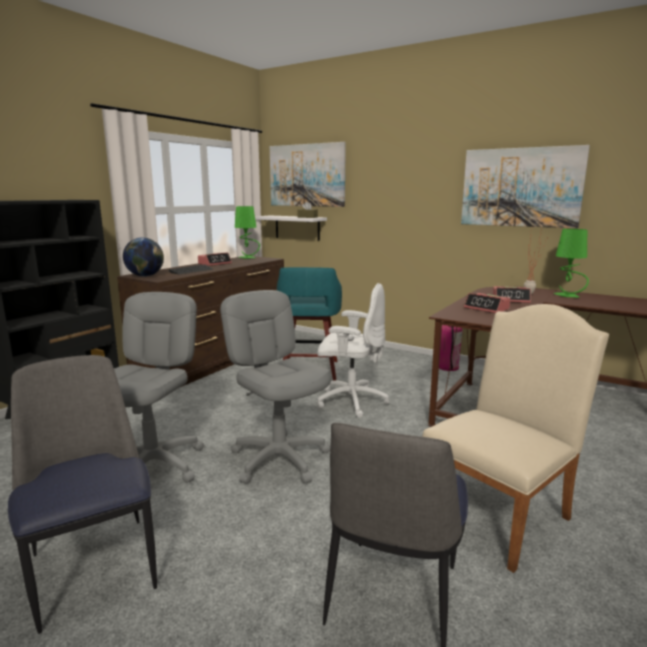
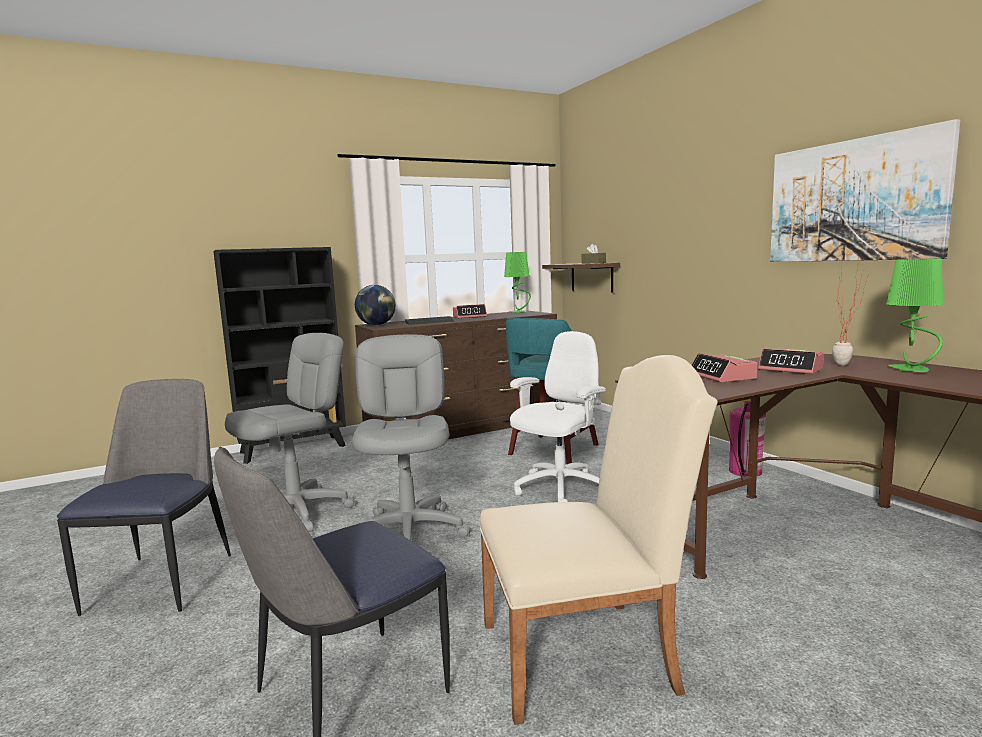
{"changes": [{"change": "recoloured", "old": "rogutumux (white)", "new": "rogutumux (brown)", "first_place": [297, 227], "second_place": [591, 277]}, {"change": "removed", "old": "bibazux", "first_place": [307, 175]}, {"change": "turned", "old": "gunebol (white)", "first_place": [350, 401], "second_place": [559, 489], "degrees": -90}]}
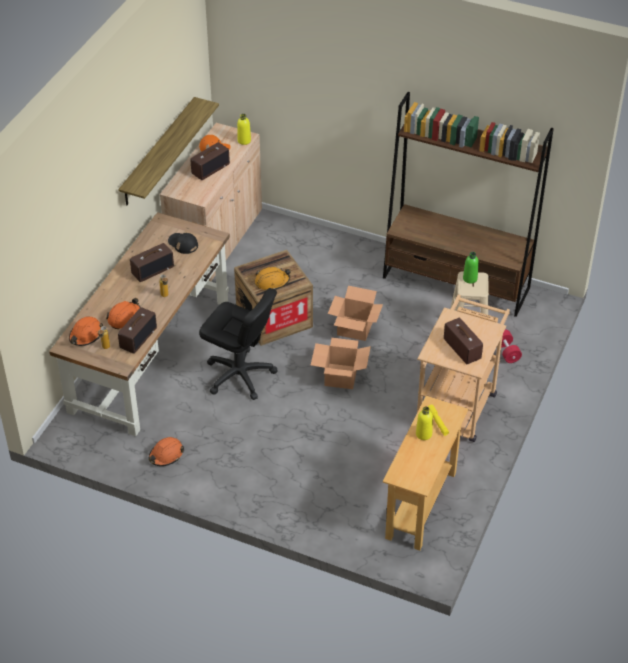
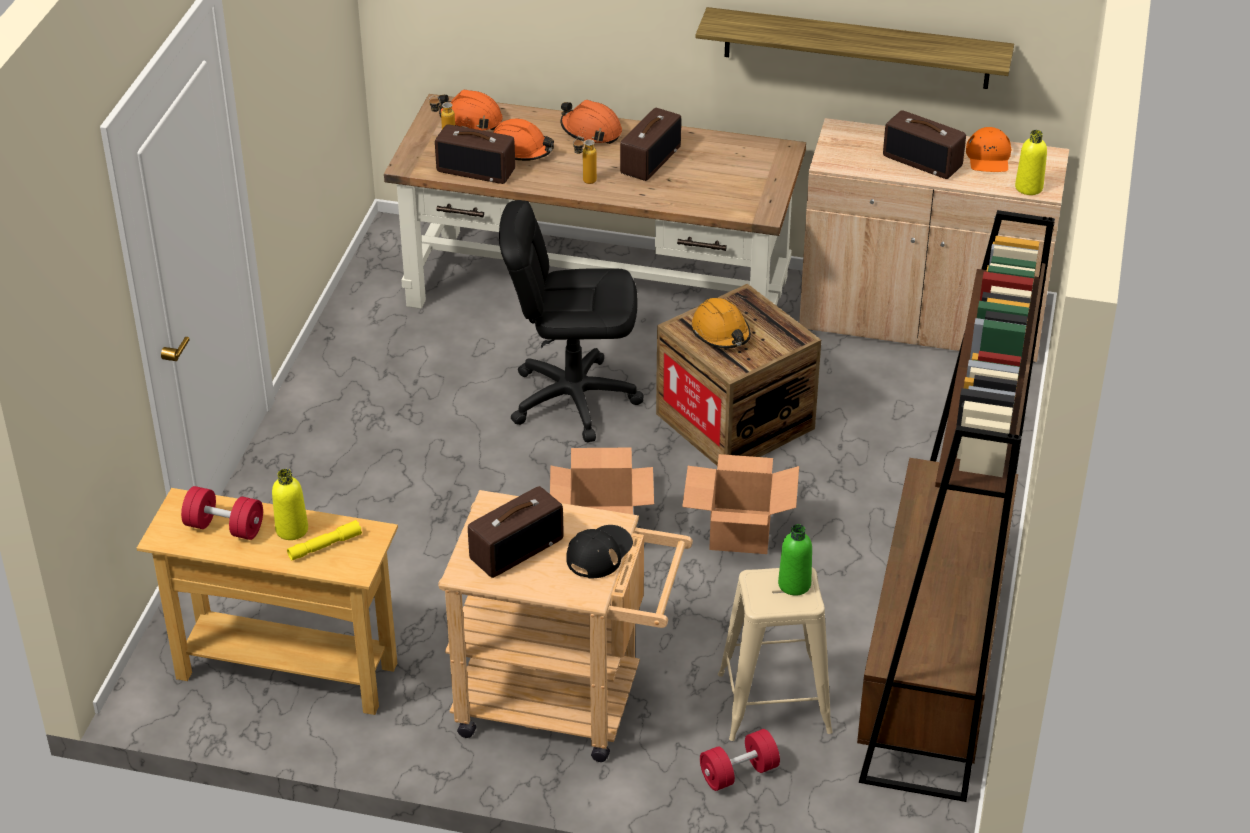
{"changes": [{"change": "turned", "old": "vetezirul", "first_place": [152, 270], "second_place": [650, 159], "degrees": -105}, {"change": "moved", "old": "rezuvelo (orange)", "first_place": [166, 455], "second_place": [591, 131]}, {"change": "moved", "old": "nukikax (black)", "first_place": [183, 244], "second_place": [599, 553]}, {"change": "turned", "old": "gunebol (black)", "first_place": [239, 375], "second_place": [573, 399], "degrees": 75}, {"change": "added", "new": "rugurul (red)", "second_place": [224, 527]}]}
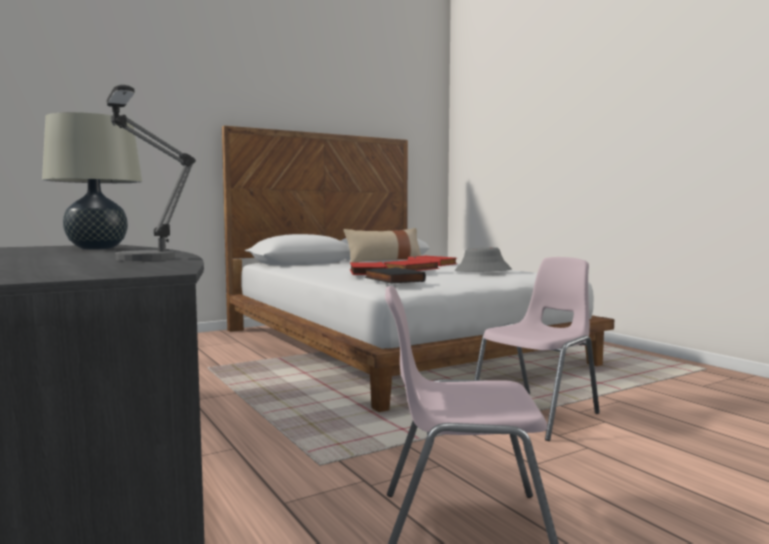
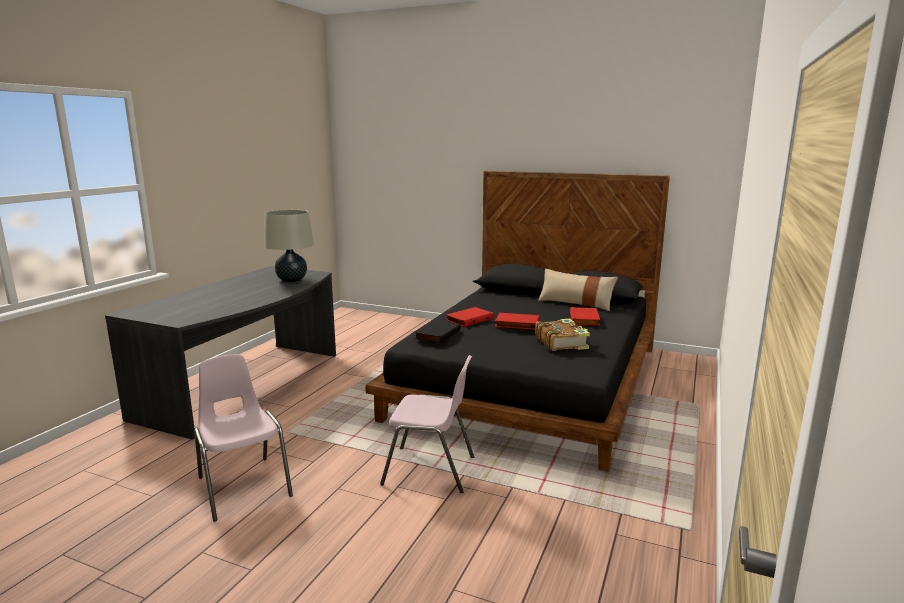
{"changes": [{"change": "removed", "old": "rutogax", "first_place": [144, 260]}, {"change": "recoloured", "old": "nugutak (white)", "new": "nugutak (black)", "first_place": [395, 345], "second_place": [531, 381]}, {"change": "replaced", "old": "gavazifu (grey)", "new": "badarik", "first_place": [482, 271], "second_place": [561, 342]}]}
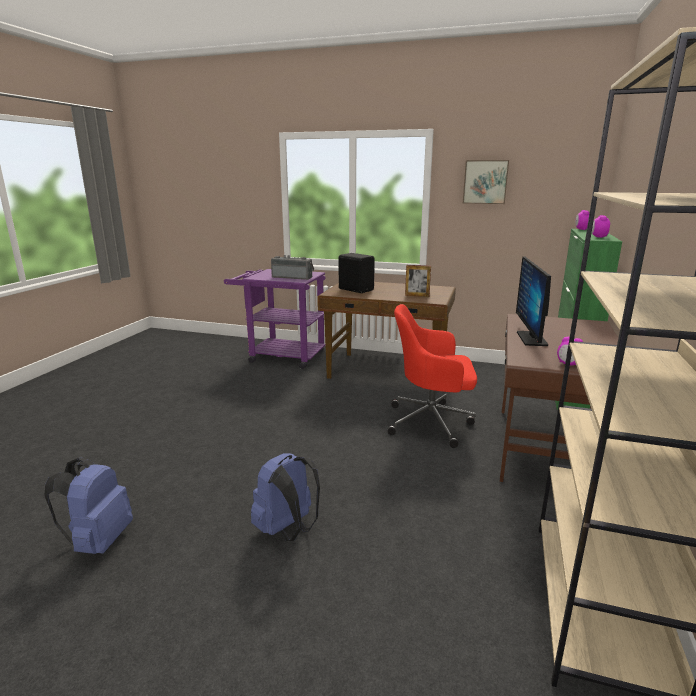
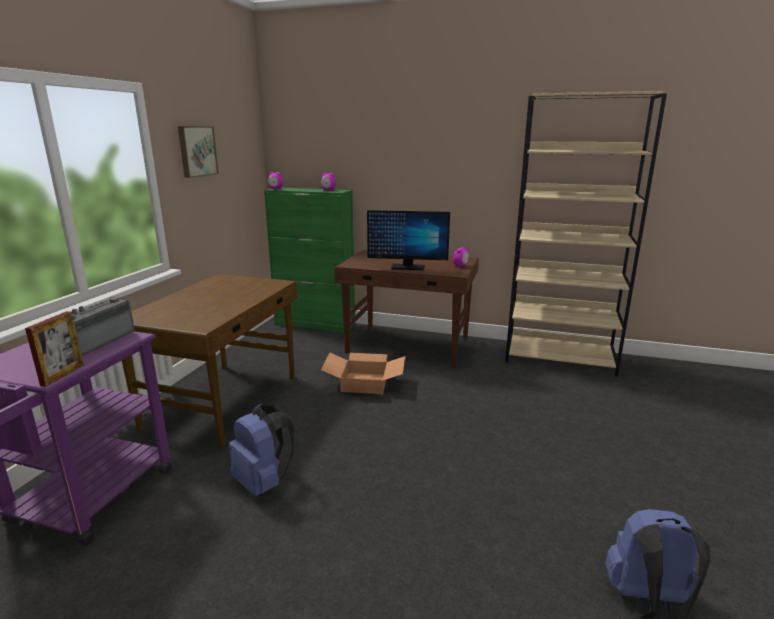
{"changes": [{"change": "moved", "old": "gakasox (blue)", "first_place": [288, 529], "second_place": [263, 482]}, {"change": "removed", "old": "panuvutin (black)", "first_place": [356, 289]}, {"change": "replaced", "old": "gunebol (red)", "new": "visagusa", "first_place": [431, 422], "second_place": [363, 383]}, {"change": "moved", "old": "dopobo", "first_place": [417, 295], "second_place": [62, 375]}]}
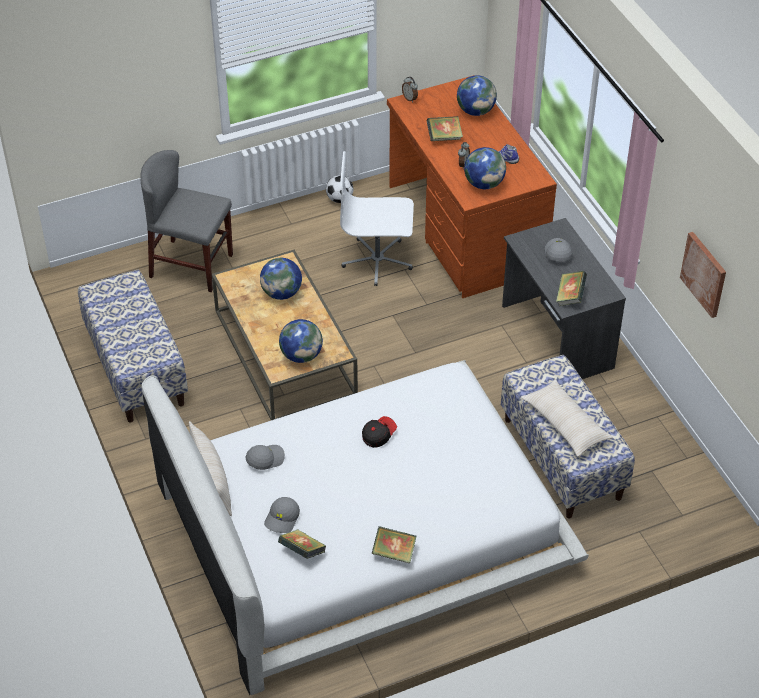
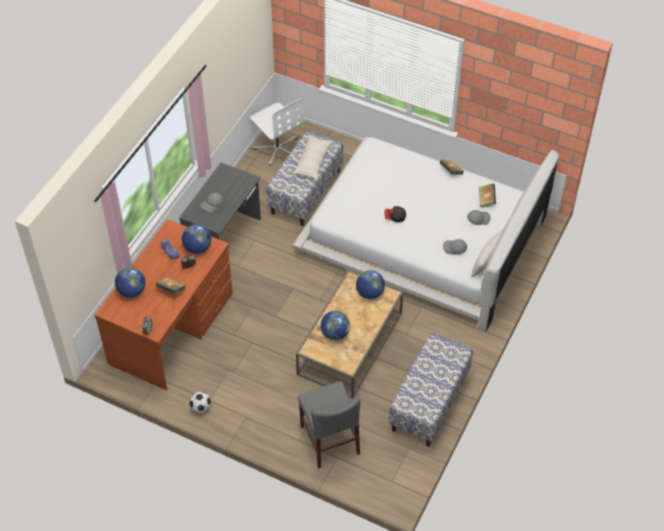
{"changes": [{"change": "moved", "old": "gunebol (white)", "first_place": [377, 261], "second_place": [277, 149]}, {"change": "removed", "old": "badarik", "first_place": [570, 296]}, {"change": "removed", "old": "bibazux", "first_place": [704, 274]}]}
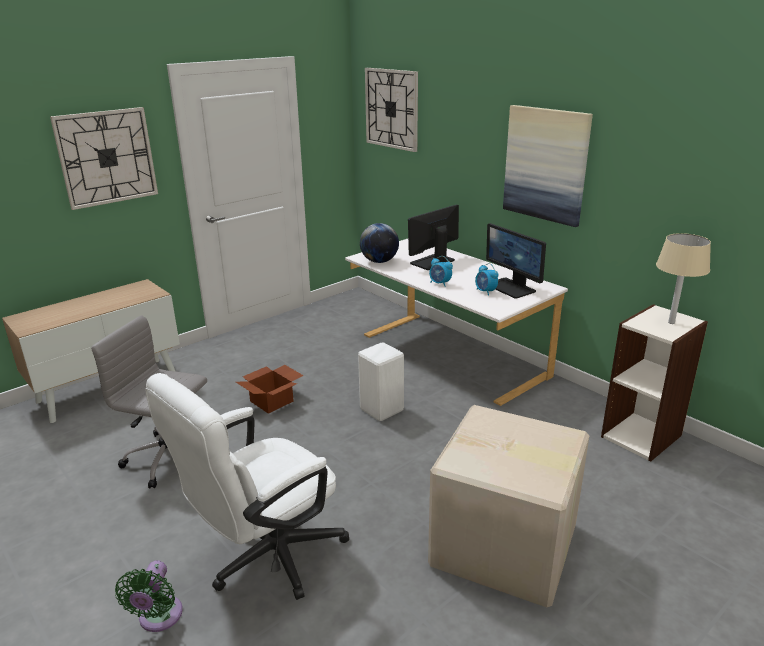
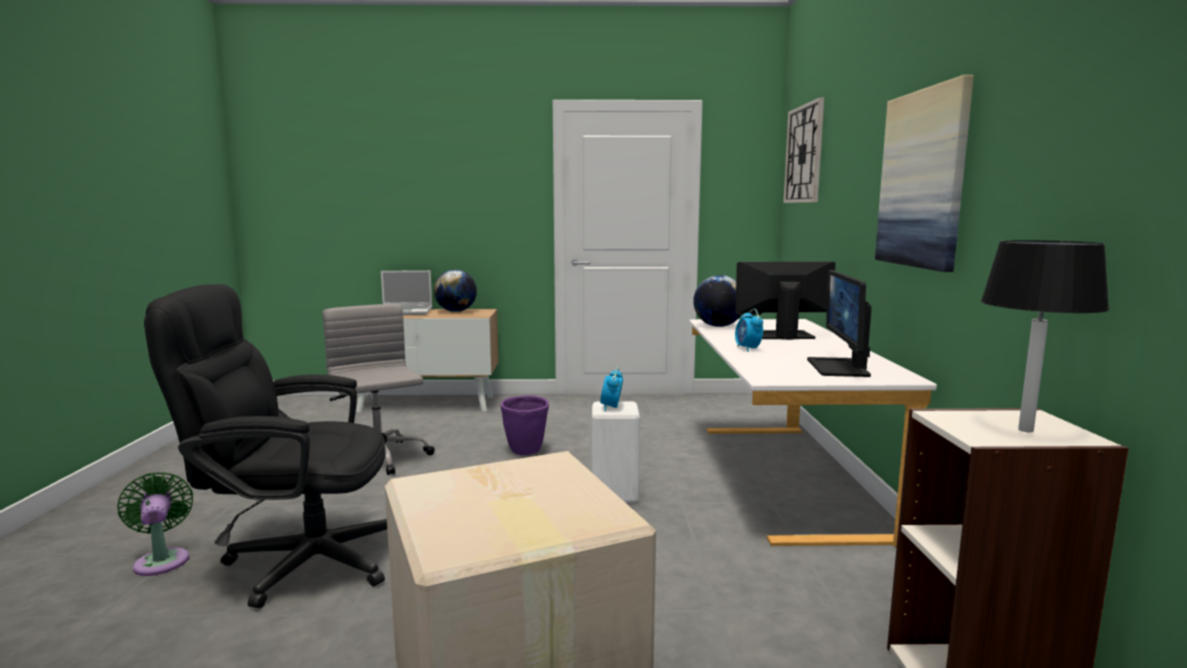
{"changes": [{"change": "removed", "old": "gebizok", "first_place": [107, 157]}, {"change": "turned", "old": "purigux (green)", "first_place": [158, 618], "second_place": [162, 560], "degrees": 105}, {"change": "recoloured", "old": "gunebol (white)", "new": "gunebol (black)", "first_place": [265, 557], "second_place": [298, 560]}, {"change": "replaced", "old": "visagusa", "new": "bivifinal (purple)", "first_place": [273, 401], "second_place": [525, 451]}, {"change": "moved", "old": "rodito", "first_place": [485, 292], "second_place": [611, 407]}, {"change": "recoloured", "old": "rutogax (beige)", "new": "rutogax (black)", "first_place": [671, 322], "second_place": [1025, 430]}, {"change": "added", "new": "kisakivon", "second_place": [405, 312]}, {"change": "added", "new": "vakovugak", "second_place": [456, 311]}]}
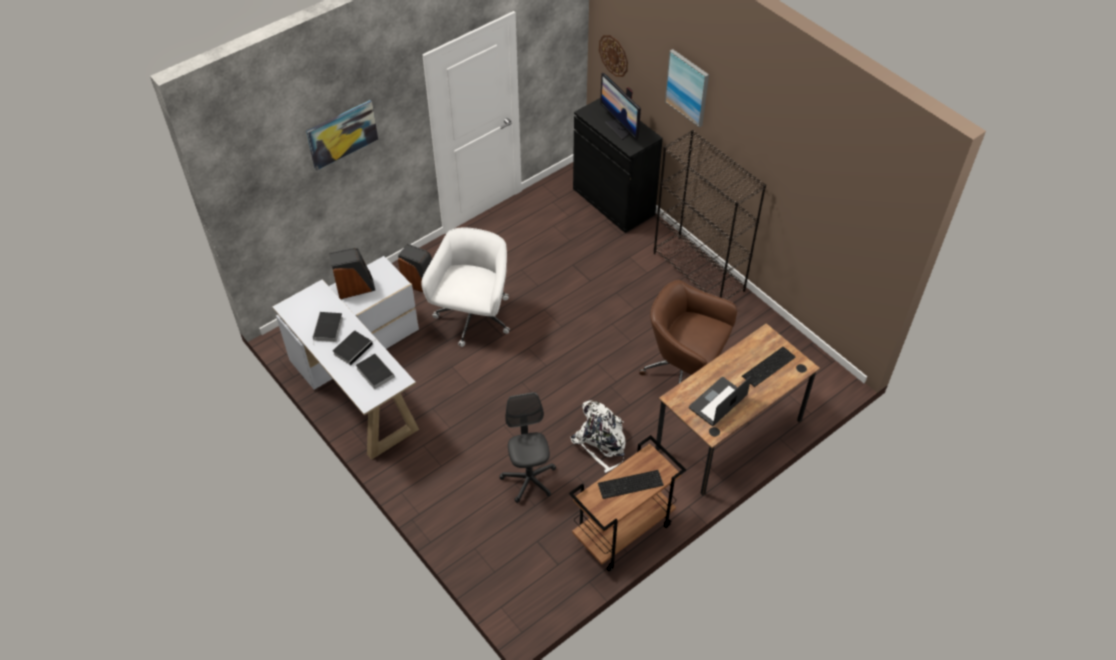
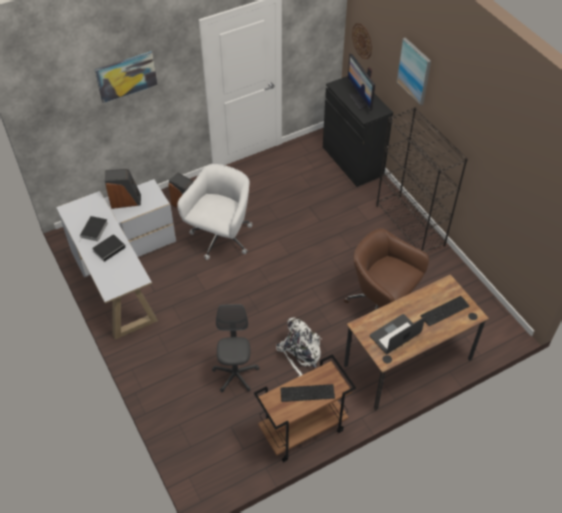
{"changes": [{"change": "removed", "old": "badarik", "first_place": [374, 372]}]}
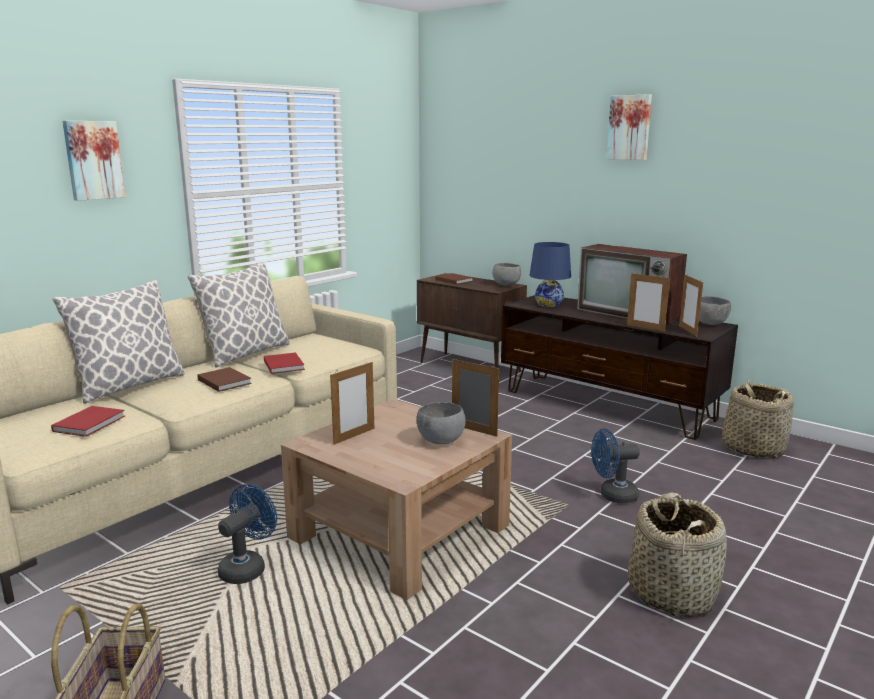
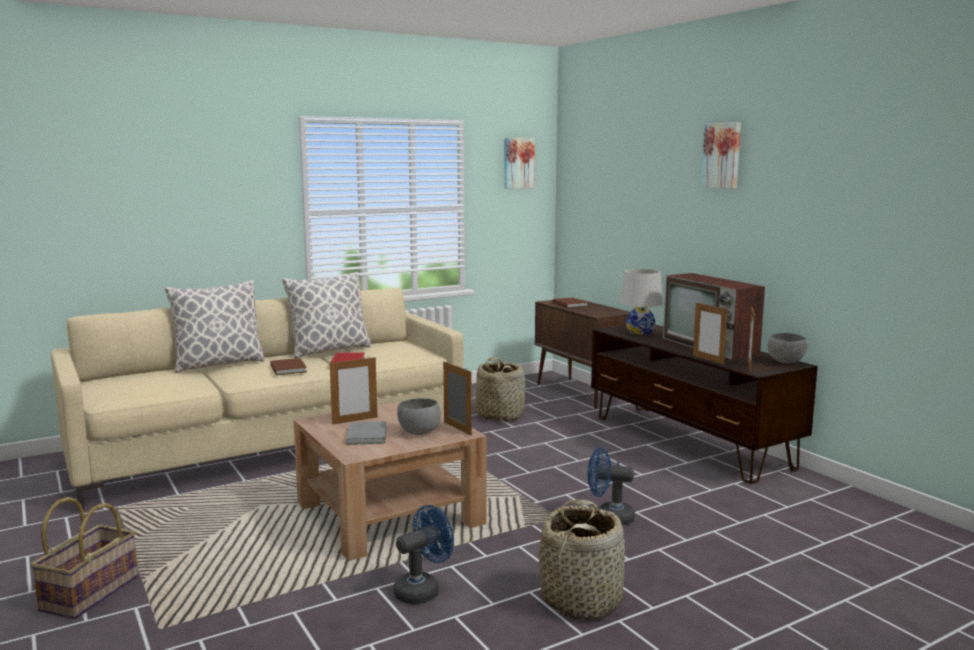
{"changes": [{"change": "removed", "old": "badarik (red)", "first_place": [91, 423]}, {"change": "moved", "old": "bibazux", "first_place": [93, 160], "second_place": [518, 163]}, {"change": "moved", "old": "purigux (blue)", "first_place": [247, 567], "second_place": [422, 590]}, {"change": "removed", "old": "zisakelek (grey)", "first_place": [505, 285]}, {"change": "recoloured", "old": "rutogax (blue)", "new": "rutogax (white)", "first_place": [549, 304], "second_place": [640, 332]}, {"change": "moved", "old": "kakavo", "first_place": [753, 448], "second_place": [500, 415]}, {"change": "added", "new": "badarik (grey)", "second_place": [368, 435]}]}
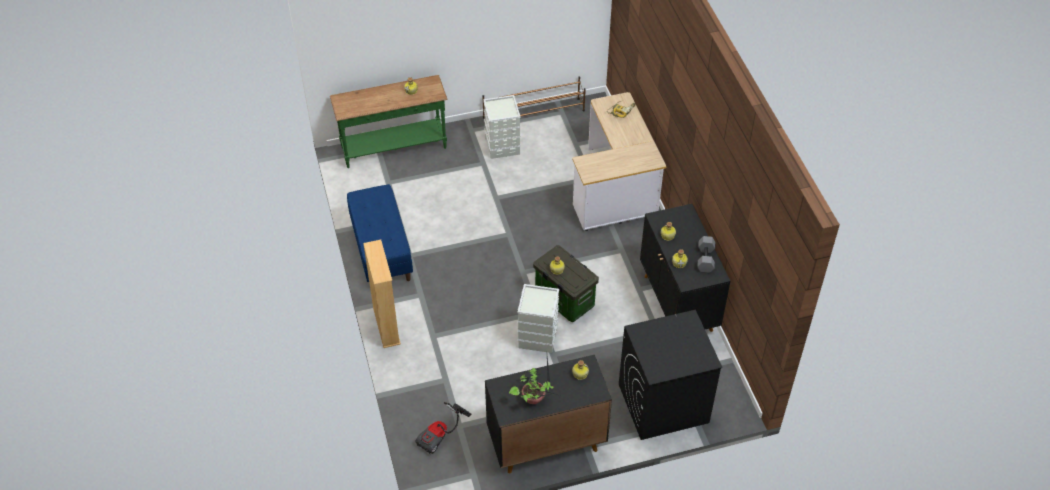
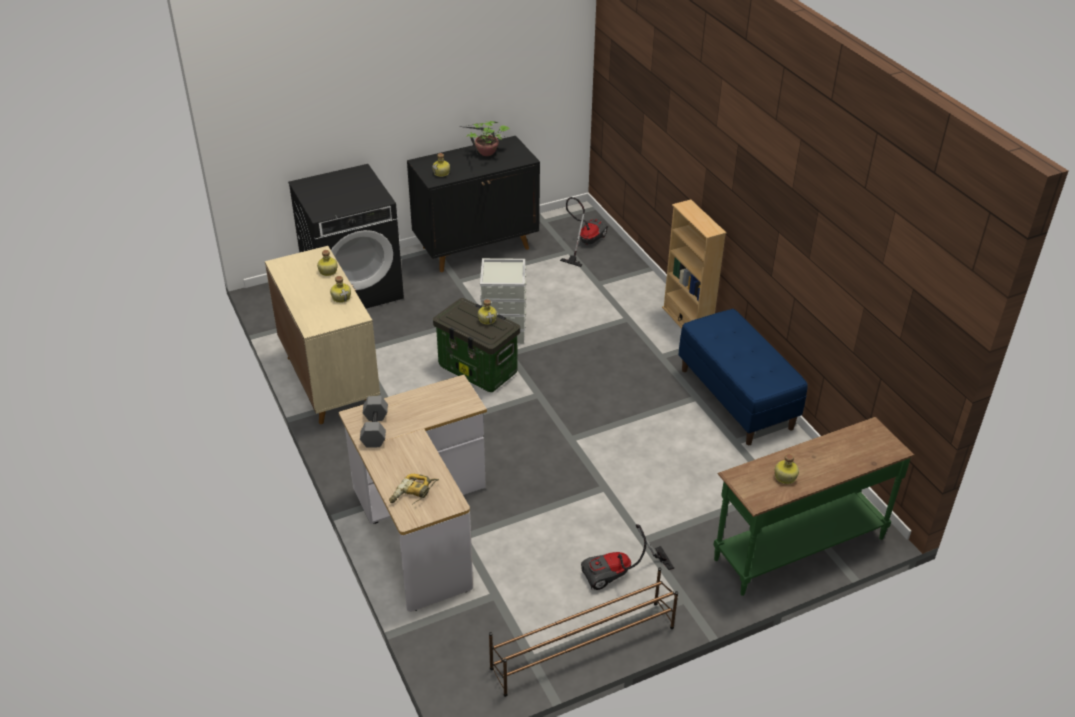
{"changes": [{"change": "replaced", "old": "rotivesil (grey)", "new": "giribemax", "first_place": [503, 146], "second_place": [620, 575]}, {"change": "recoloured", "old": "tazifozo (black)", "new": "tazifozo (beige)", "first_place": [678, 303], "second_place": [329, 381]}, {"change": "moved", "old": "rugurul (grey)", "first_place": [706, 259], "second_place": [374, 429]}]}
